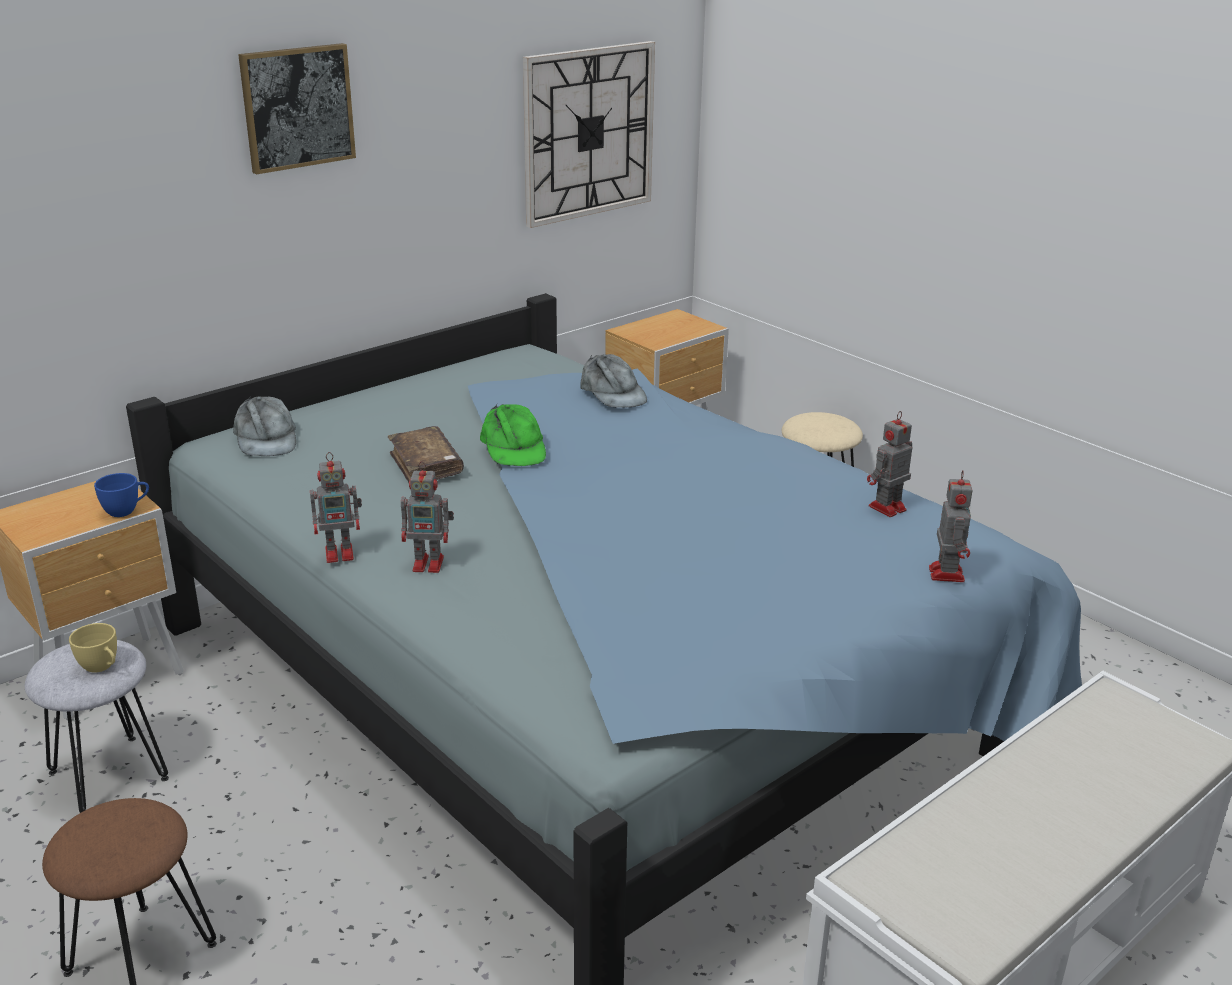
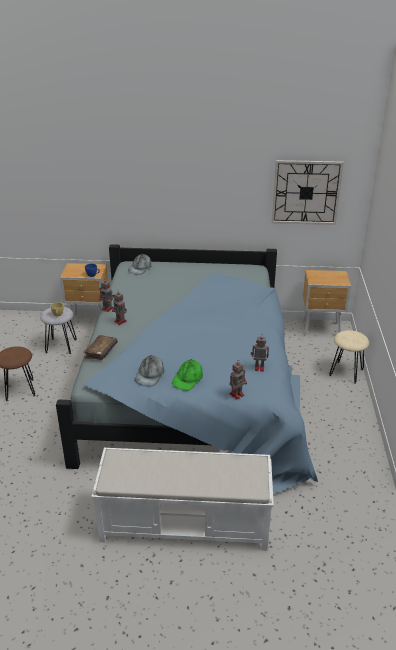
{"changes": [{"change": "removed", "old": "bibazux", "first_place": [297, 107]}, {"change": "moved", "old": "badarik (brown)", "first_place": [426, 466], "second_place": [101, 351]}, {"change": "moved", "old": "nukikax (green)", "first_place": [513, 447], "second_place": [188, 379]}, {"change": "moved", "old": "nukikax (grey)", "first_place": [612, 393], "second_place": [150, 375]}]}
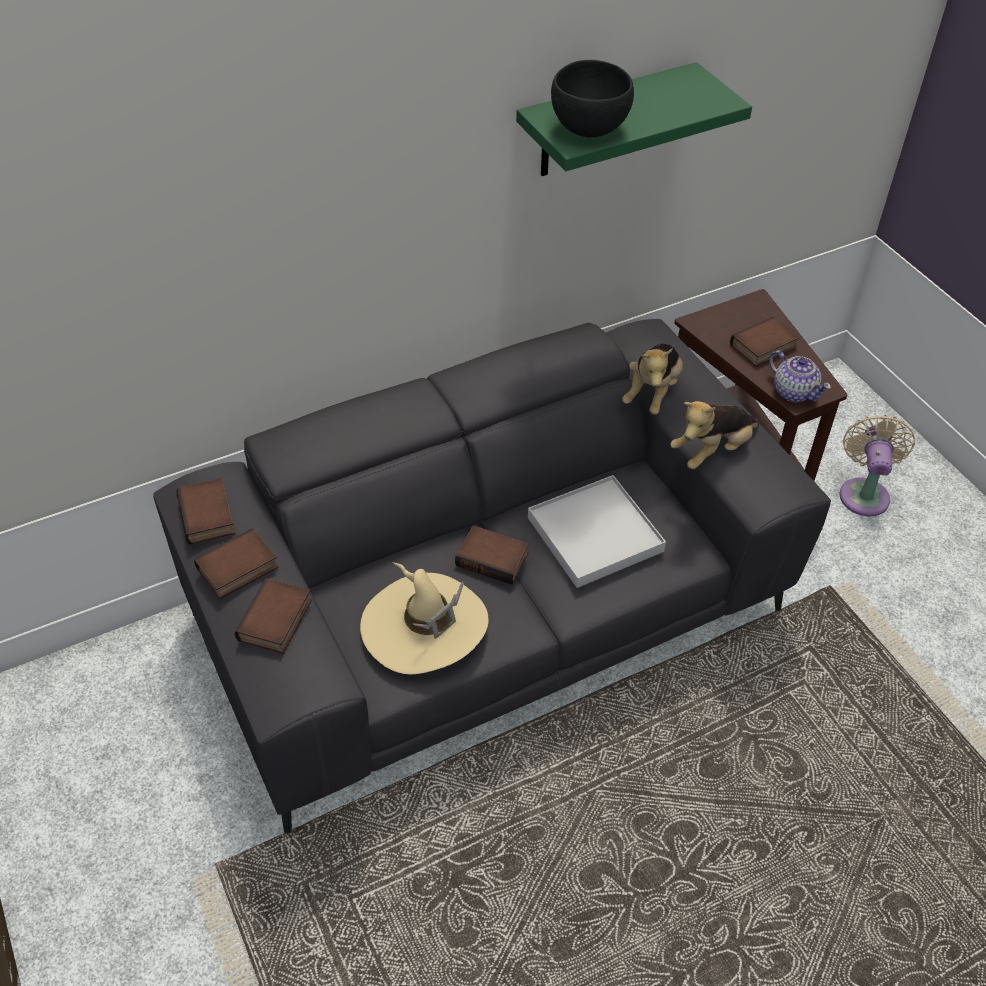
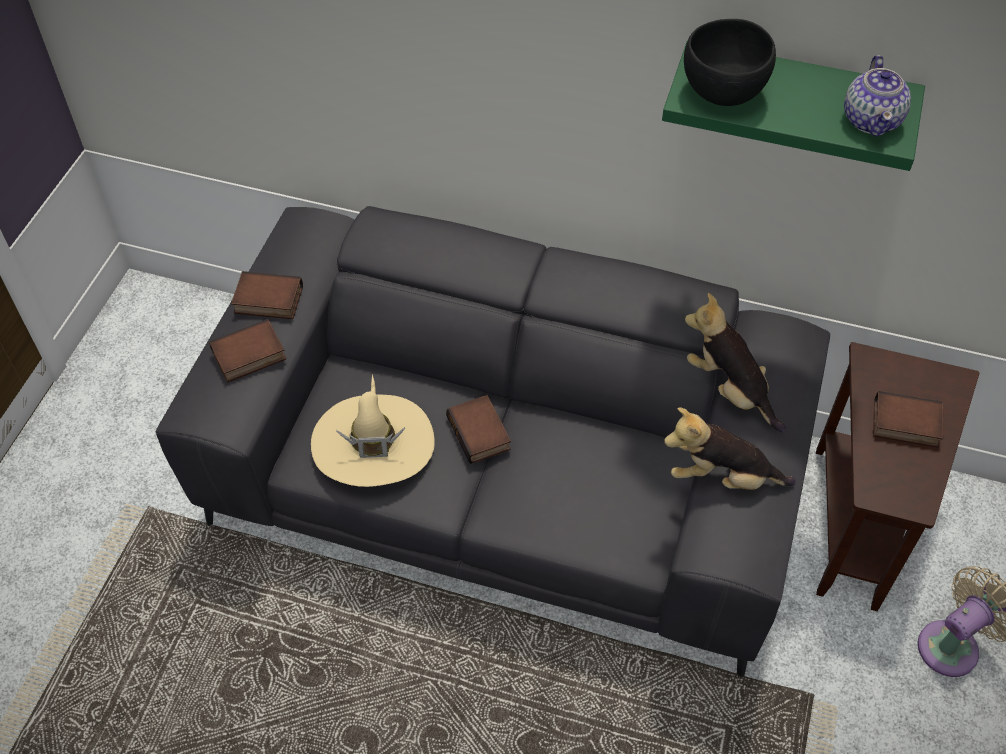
{"changes": [{"change": "removed", "old": "badarik", "first_place": [209, 516]}, {"change": "removed", "old": "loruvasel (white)", "first_place": [594, 535]}, {"change": "turned", "old": "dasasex", "first_place": [652, 393], "second_place": [730, 389], "degrees": 75}, {"change": "moved", "old": "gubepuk", "first_place": [794, 391], "second_place": [872, 120]}]}
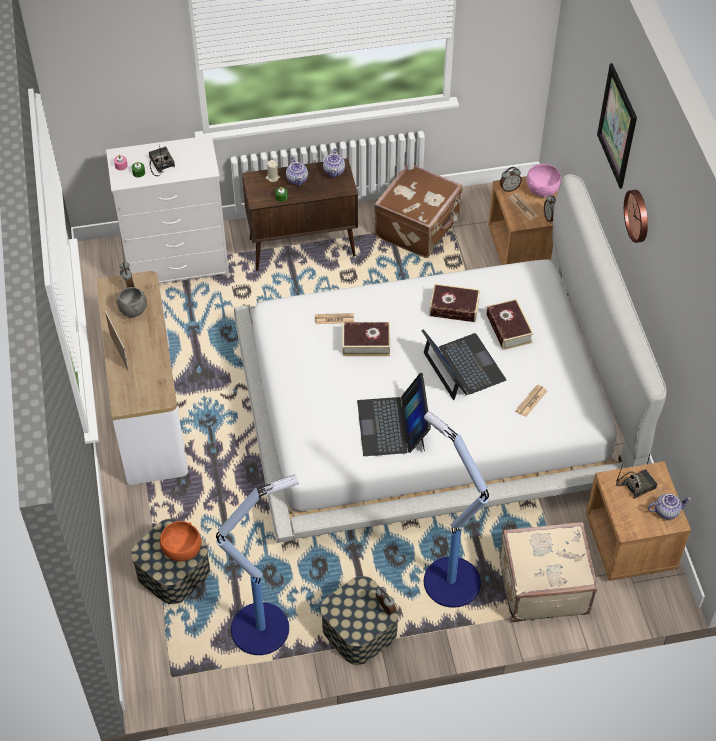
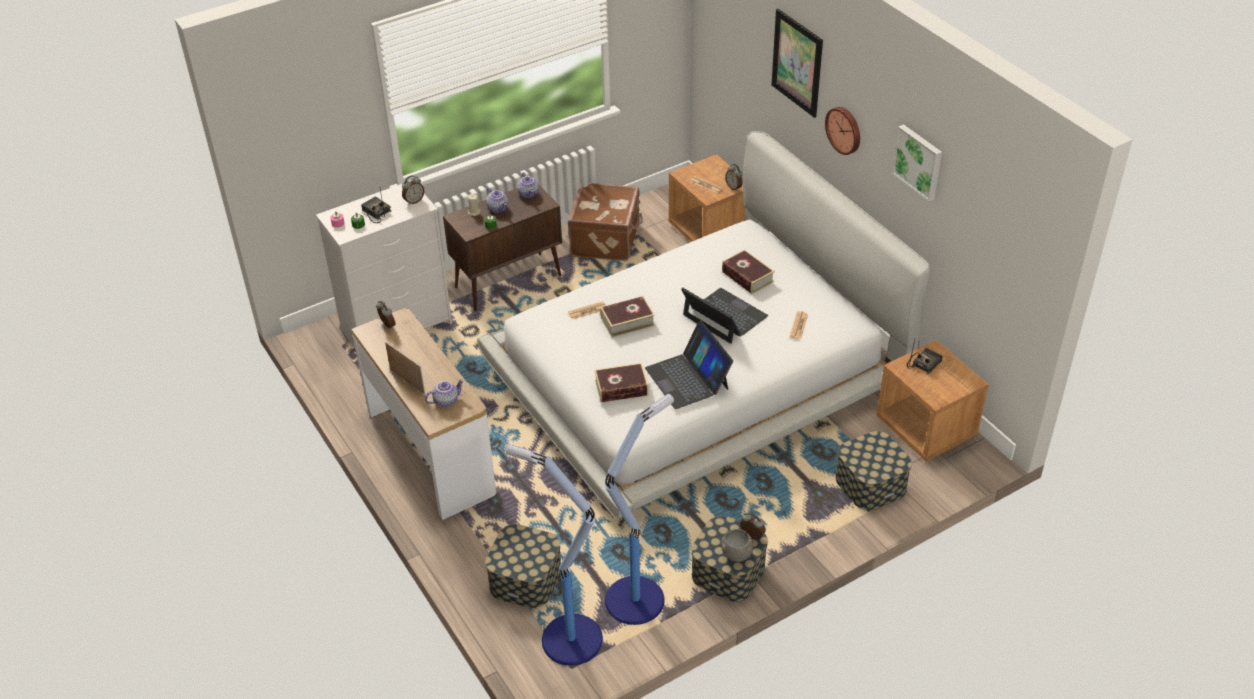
{"changes": [{"change": "moved", "old": "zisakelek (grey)", "first_place": [133, 310], "second_place": [736, 555]}, {"change": "removed", "old": "zisakelek (orange)", "first_place": [182, 550]}, {"change": "moved", "old": "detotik", "first_place": [449, 581], "second_place": [569, 639]}, {"change": "moved", "old": "badarik", "first_place": [454, 307], "second_place": [621, 388]}, {"change": "moved", "old": "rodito", "first_place": [509, 188], "second_place": [414, 201]}, {"change": "replaced", "old": "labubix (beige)", "new": "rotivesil", "first_place": [542, 585], "second_place": [870, 484]}, {"change": "removed", "old": "zisakelek (pink)", "first_place": [542, 189]}, {"change": "moved", "old": "gubepuk", "first_place": [666, 511], "second_place": [446, 400]}, {"change": "added", "new": "bibazux", "second_place": [919, 161]}]}
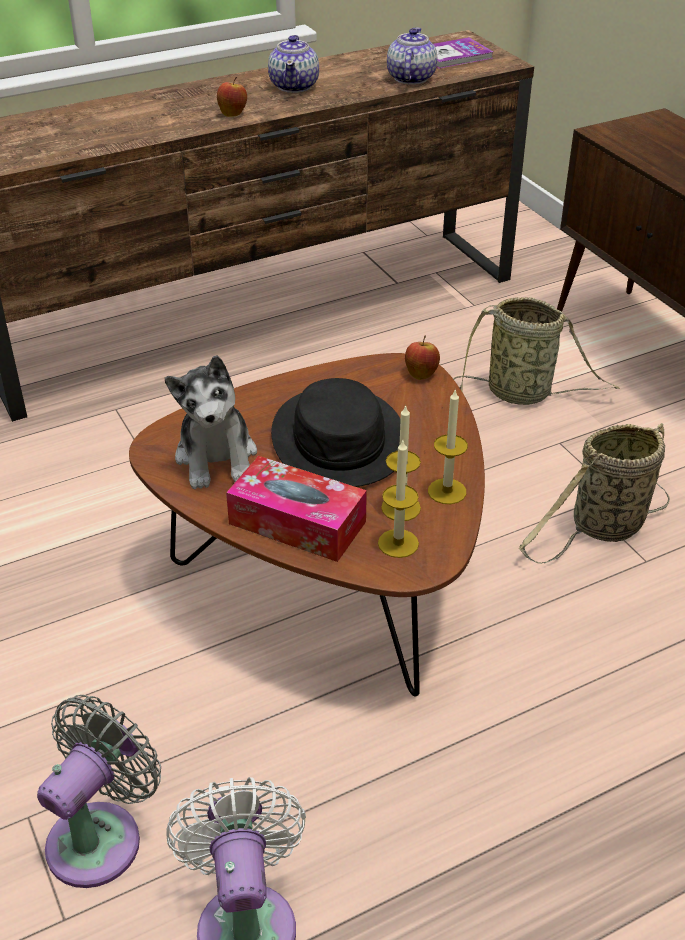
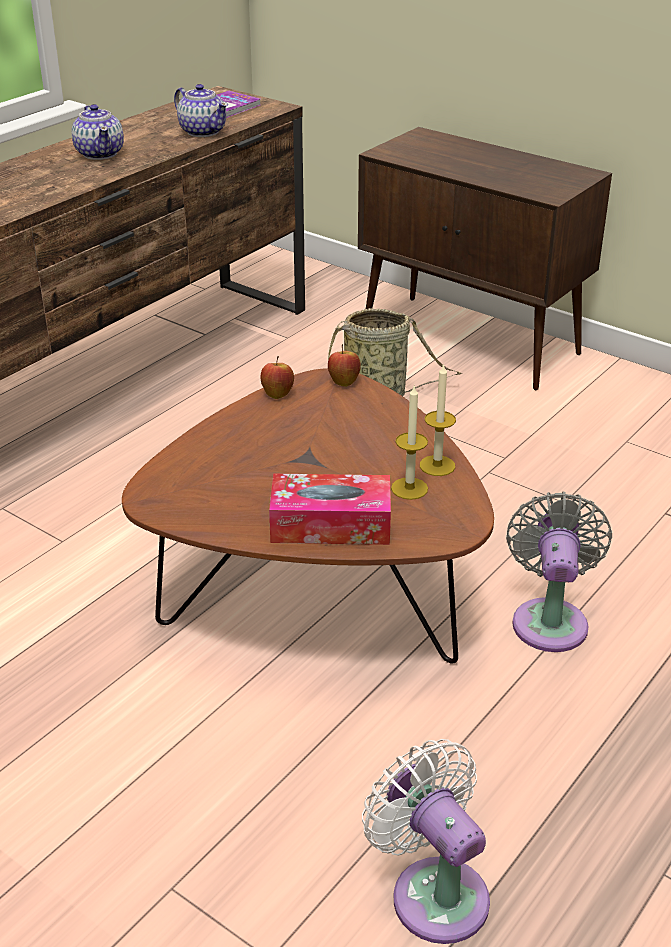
{"changes": [{"change": "moved", "old": "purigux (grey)", "first_place": [101, 836], "second_place": [550, 619]}, {"change": "removed", "old": "dasasex", "first_place": [217, 457]}, {"change": "moved", "old": "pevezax", "first_place": [233, 113], "second_place": [277, 394]}, {"change": "removed", "old": "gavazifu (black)", "first_place": [339, 439]}, {"change": "removed", "old": "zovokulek", "first_place": [398, 543]}, {"change": "turned", "old": "gubepuk", "first_place": [410, 78], "second_place": [203, 131], "degrees": 150}, {"change": "removed", "old": "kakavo", "first_place": [603, 528]}]}
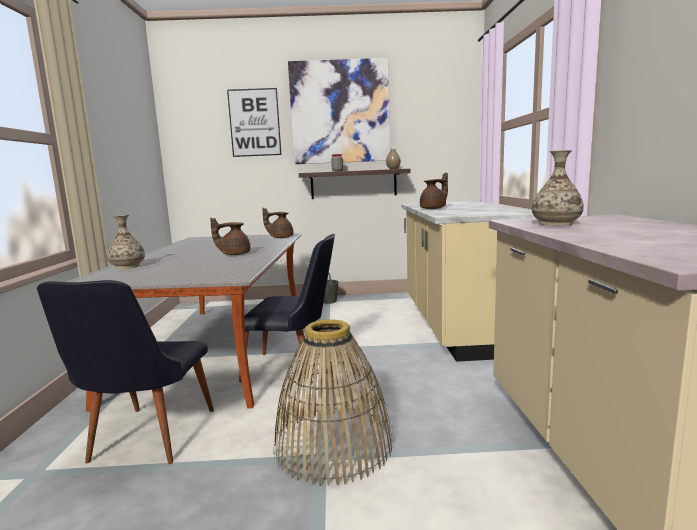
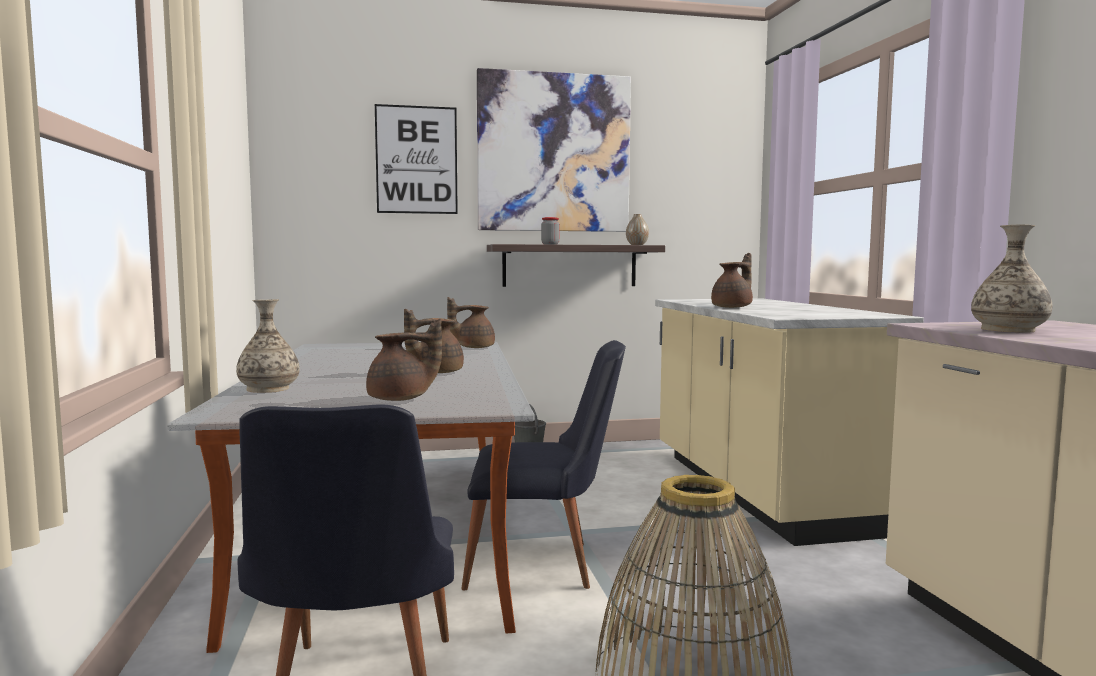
{"changes": [{"change": "added", "new": "gubepuk (brown)", "second_place": [401, 399]}]}
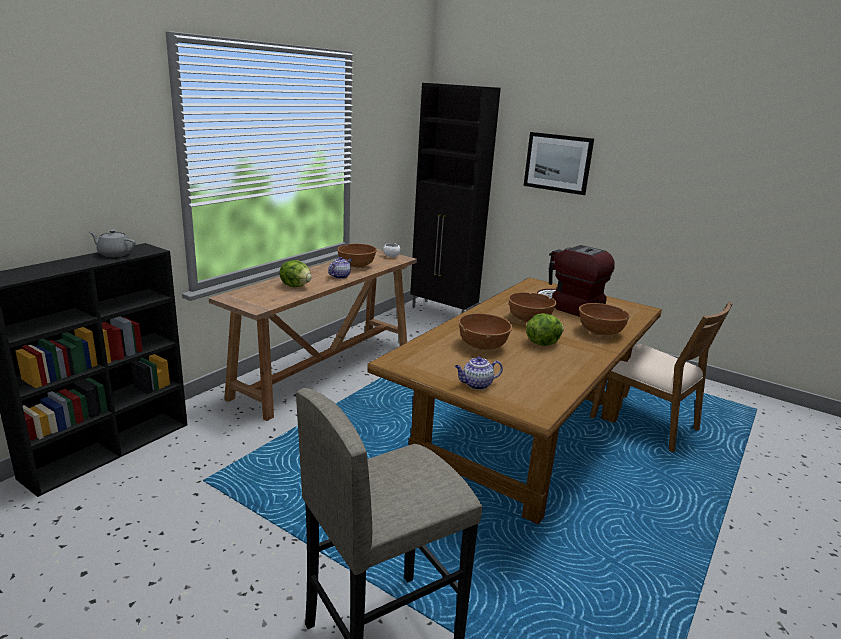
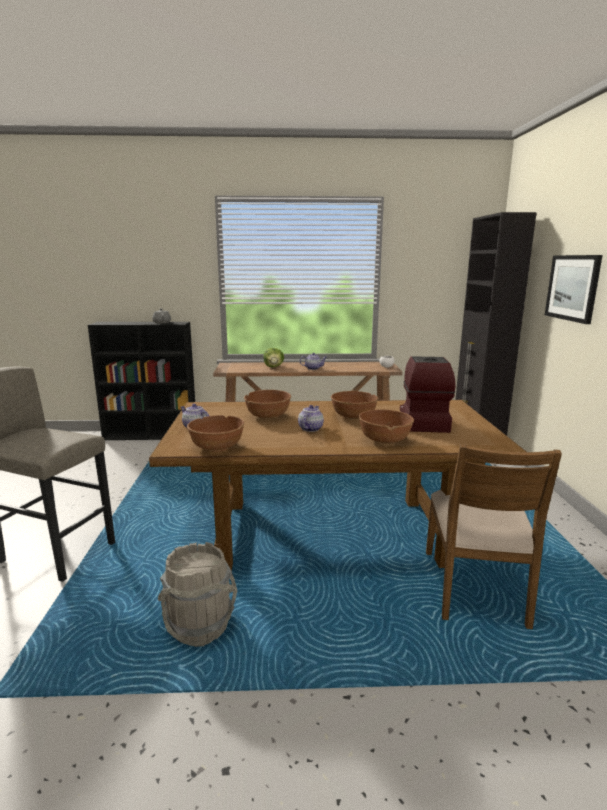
{"changes": [{"change": "moved", "old": "zisakelek (brown)", "first_place": [356, 266], "second_place": [217, 447]}, {"change": "replaced", "old": "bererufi", "new": "gubepuk", "first_place": [542, 343], "second_place": [310, 428]}, {"change": "added", "new": "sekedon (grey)", "second_place": [200, 625]}]}
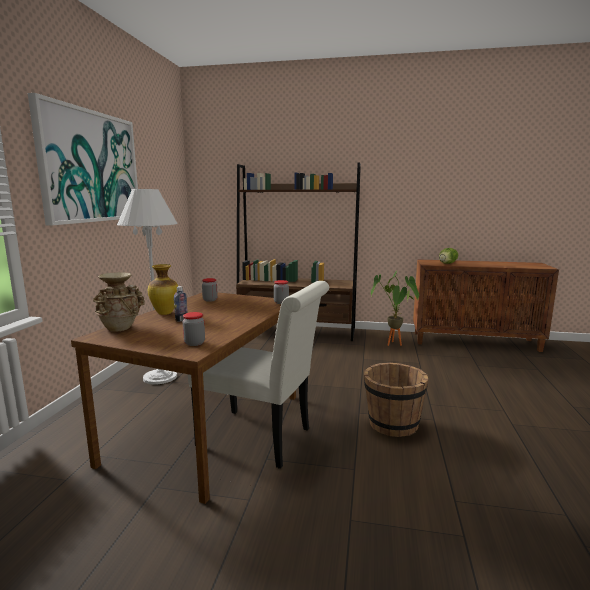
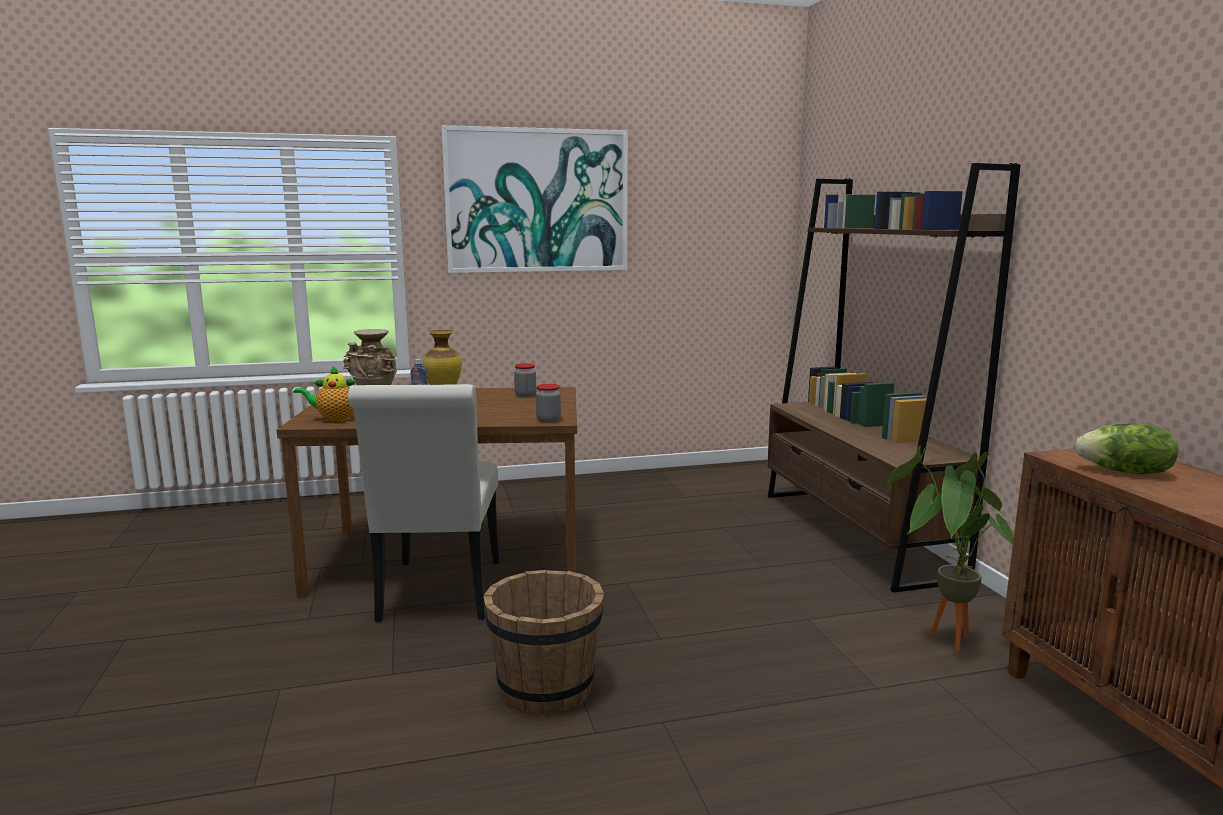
{"changes": [{"change": "removed", "old": "detotik (white)", "first_place": [160, 377]}, {"change": "replaced", "old": "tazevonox", "new": "gubepuk", "first_place": [194, 343], "second_place": [334, 419]}]}
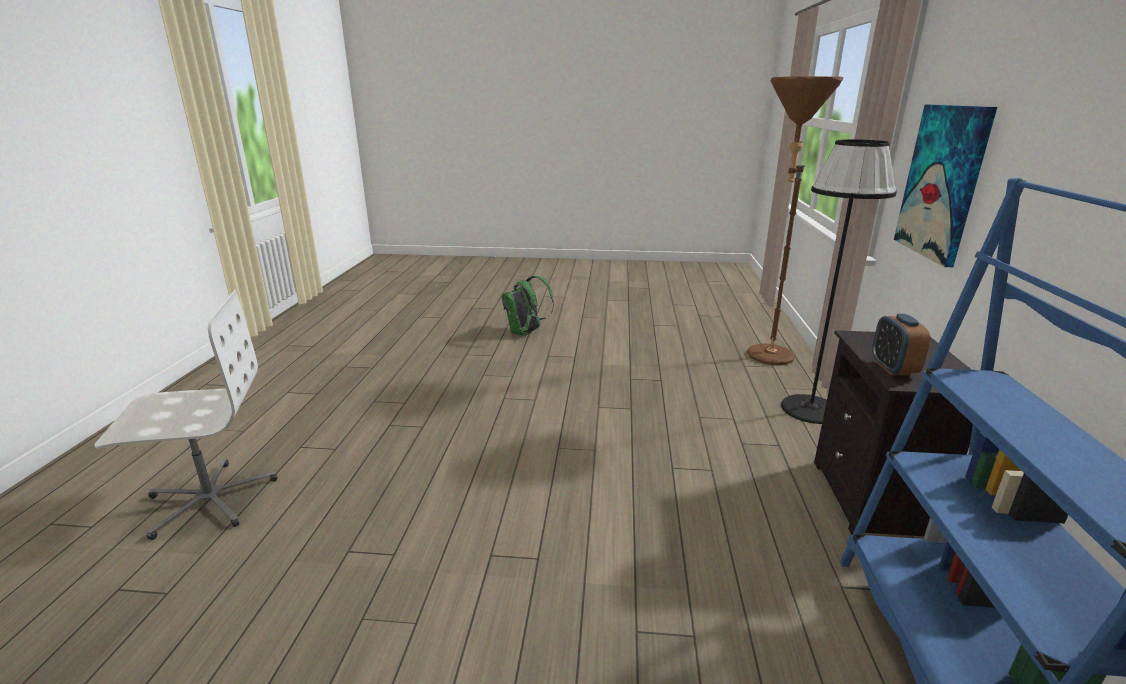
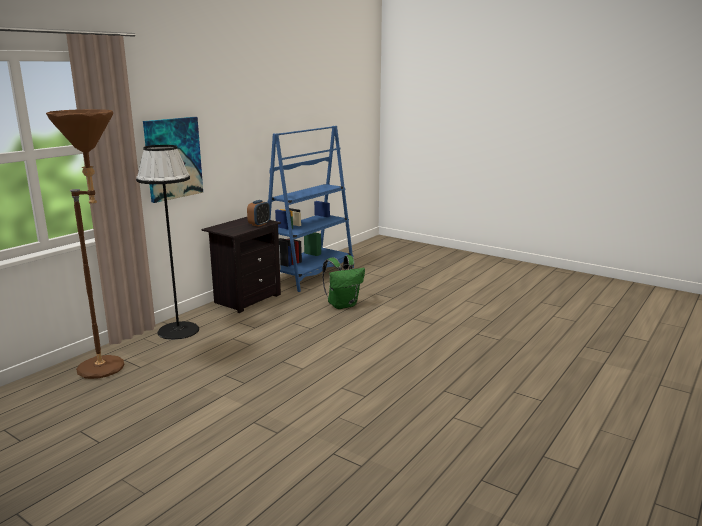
{"changes": [{"change": "removed", "old": "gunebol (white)", "first_place": [210, 499]}, {"change": "moved", "old": "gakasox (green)", "first_place": [526, 333], "second_place": [343, 305]}]}
